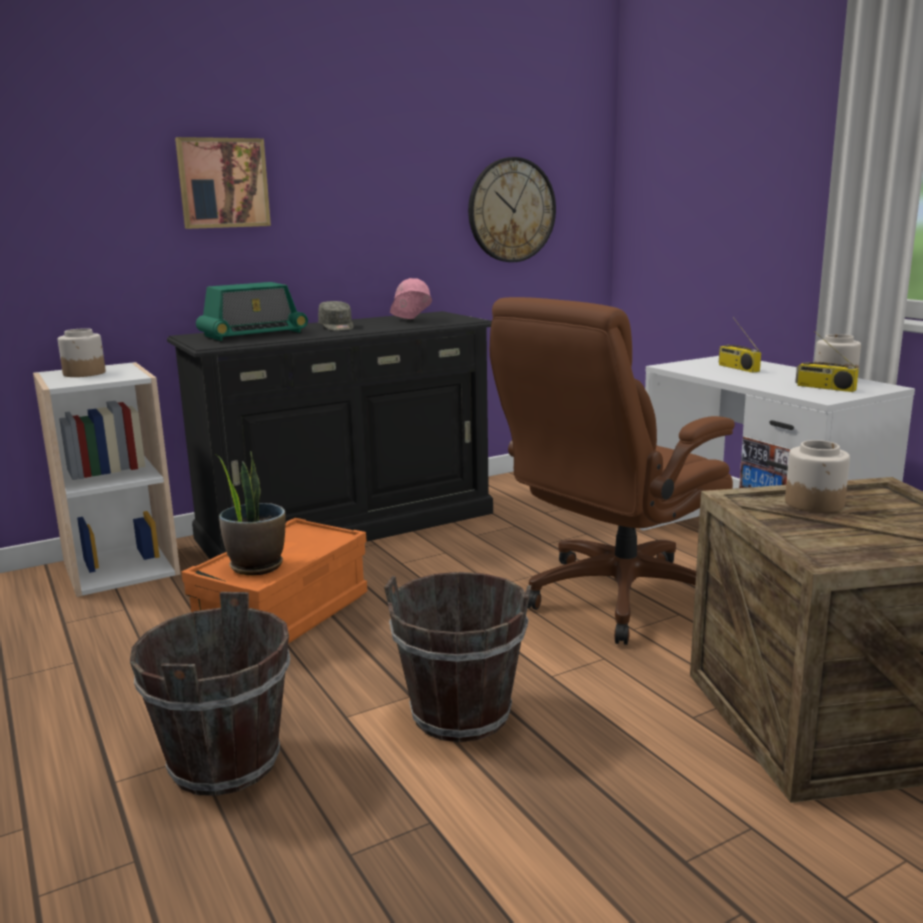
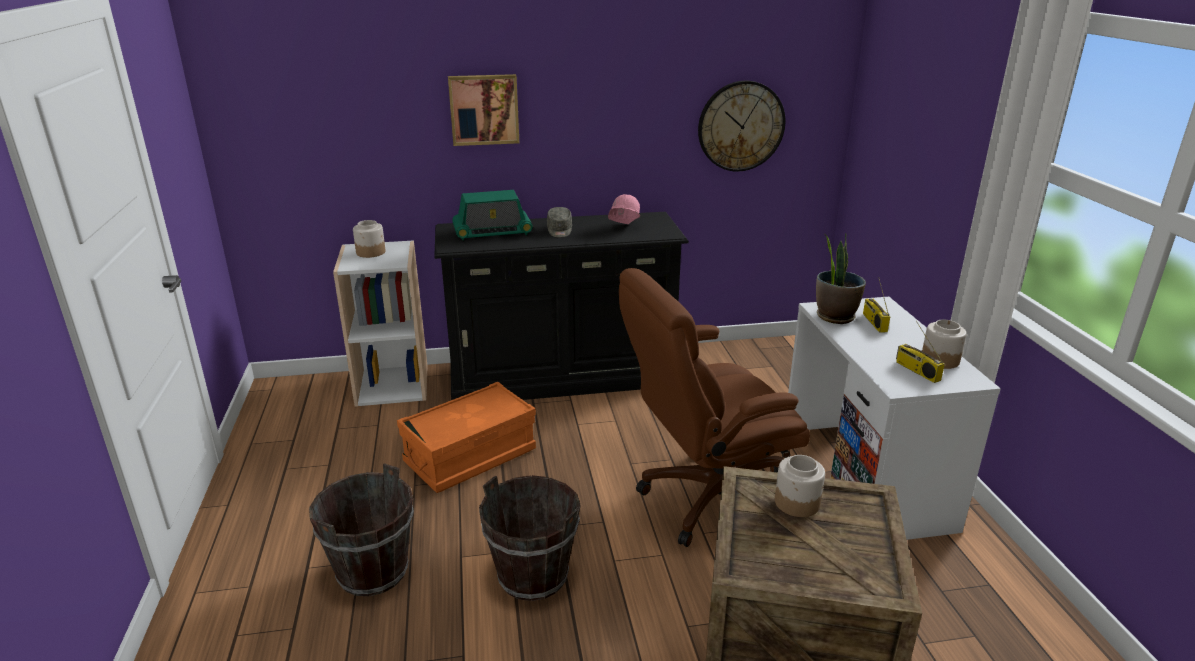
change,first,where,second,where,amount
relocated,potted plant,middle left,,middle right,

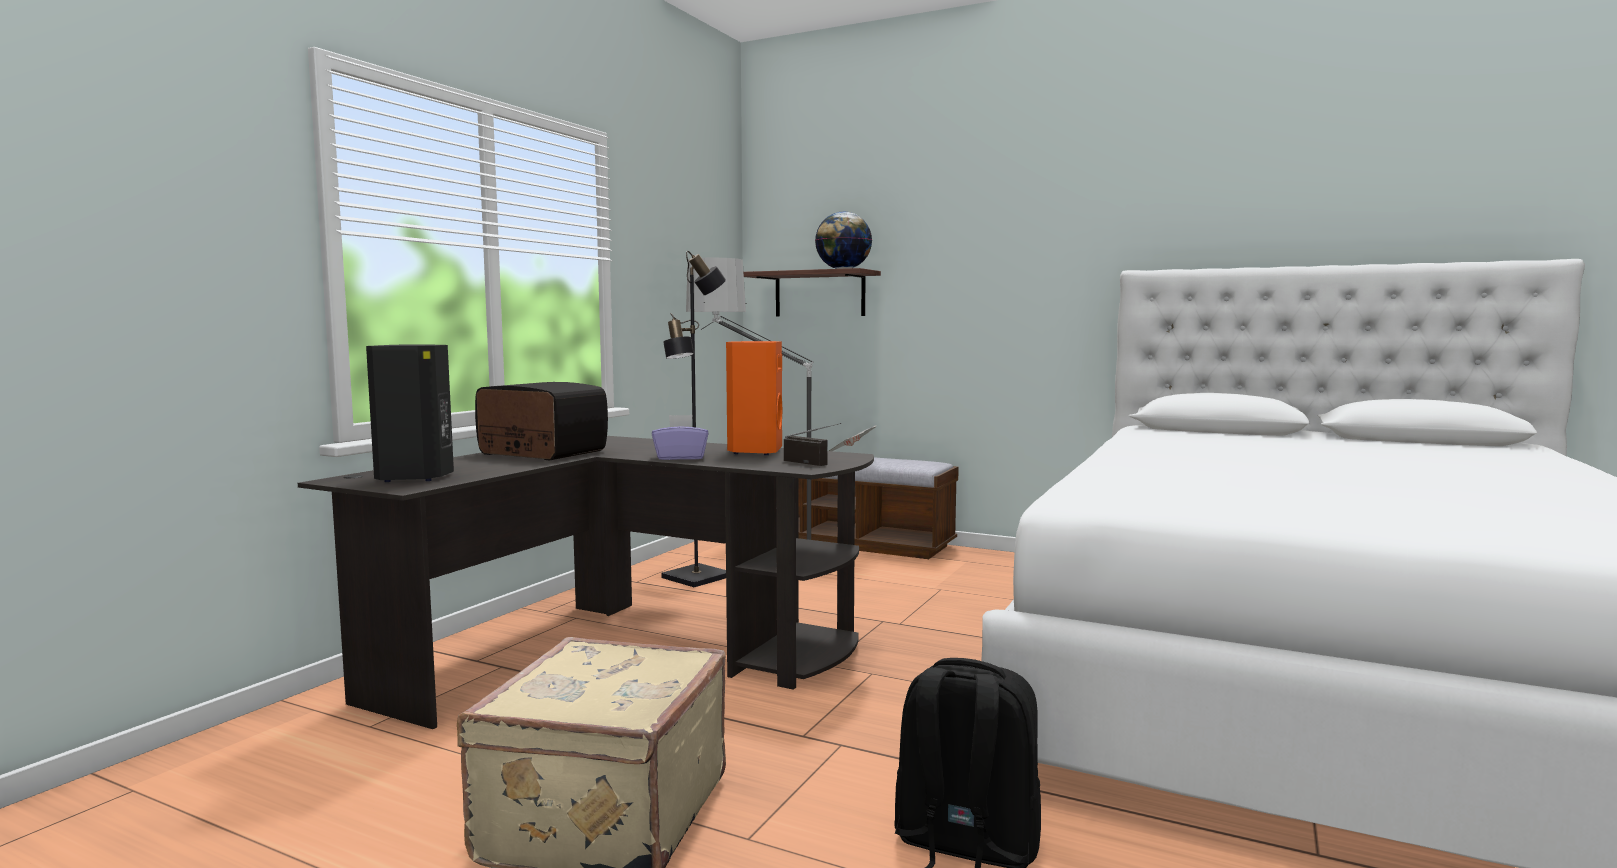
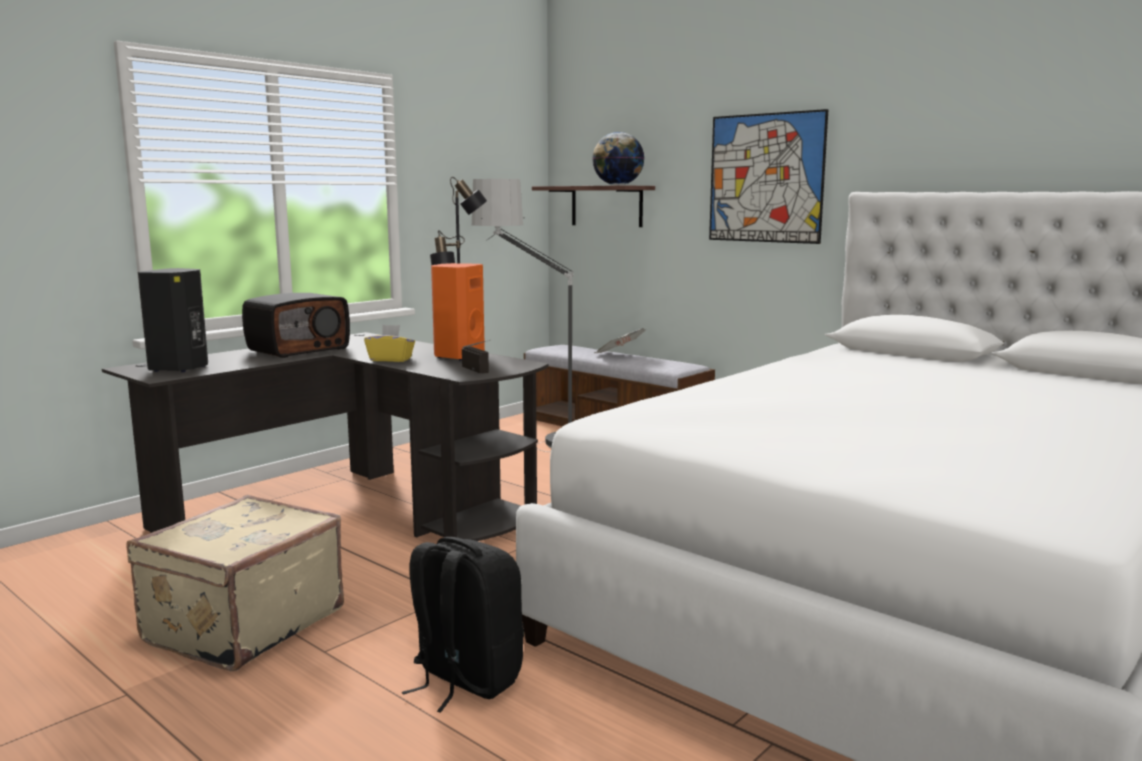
change,first,where,second,where,amount
spun,radio (no. 1 from left),centre,,middle left,90 degrees clockwise
colour,tissue box (purple),centre,tissue box (yellow),centre,
appeared,,,picture,top right,

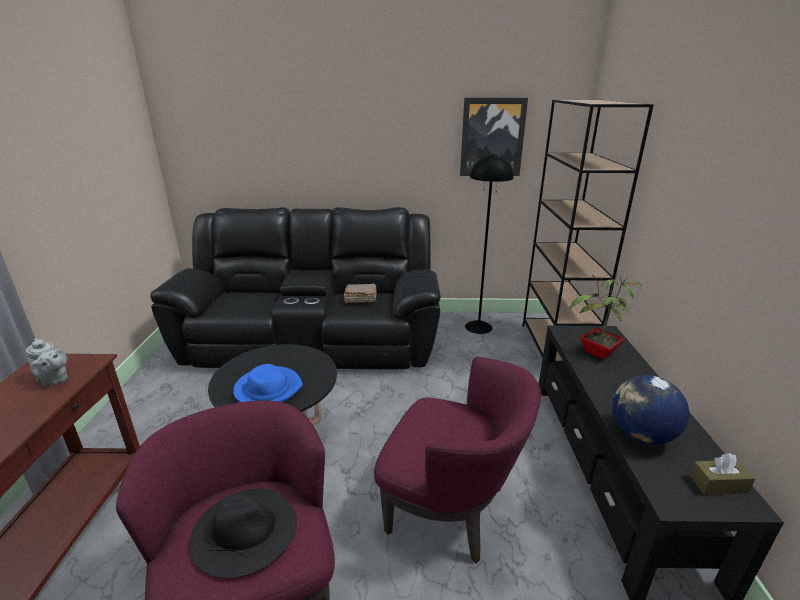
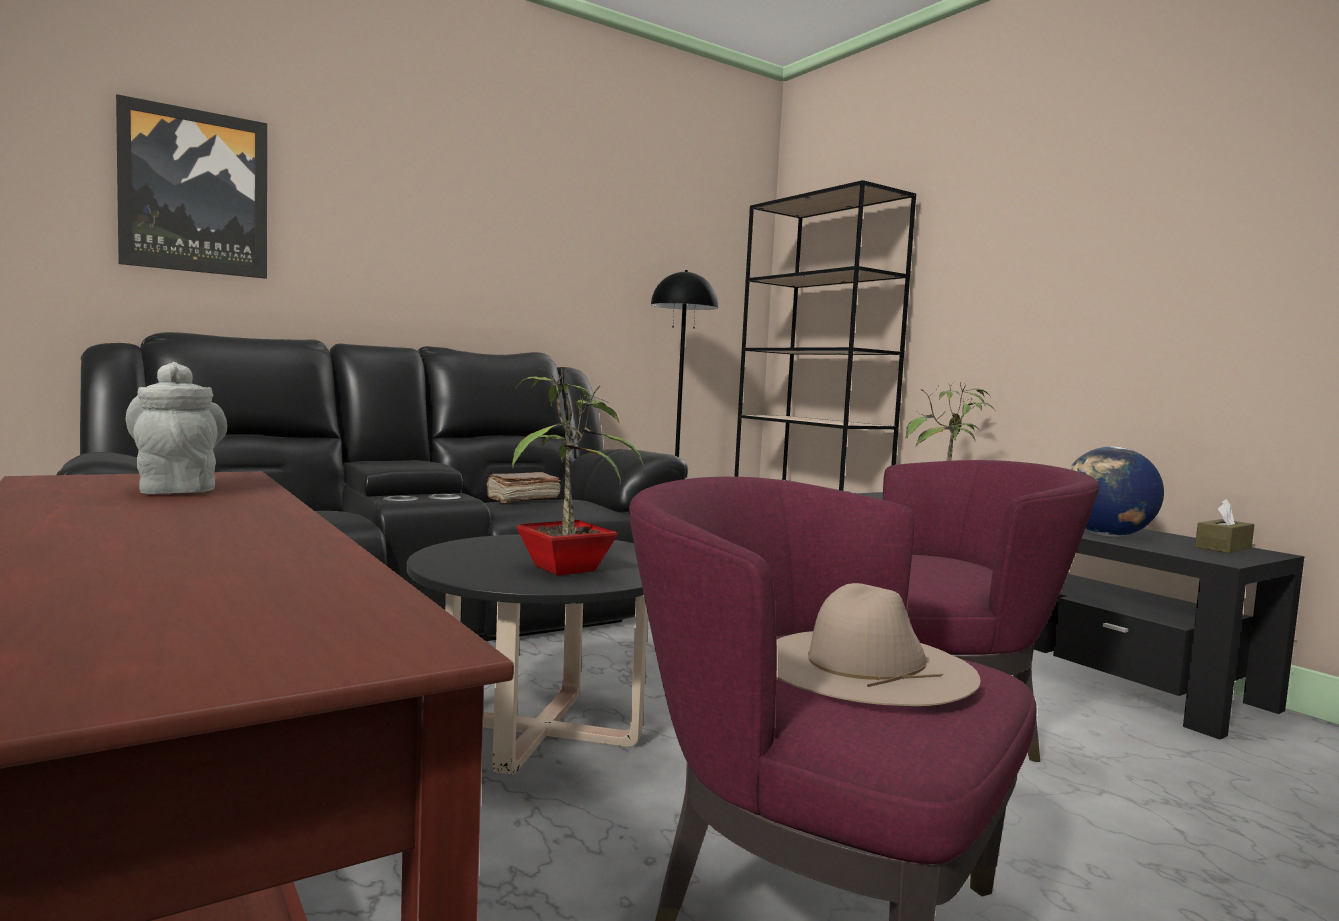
change,first,where,second,where,amount
relocated,picture,top centre,,top left,
spun,teapot (grey),middle left,,middle left,120 degrees counterclockwise
exchanged,hat (blue),centre,potted plant (no. 1 from left),centre,
colour,hat (black),bottom left,hat (beige),bottom centre,

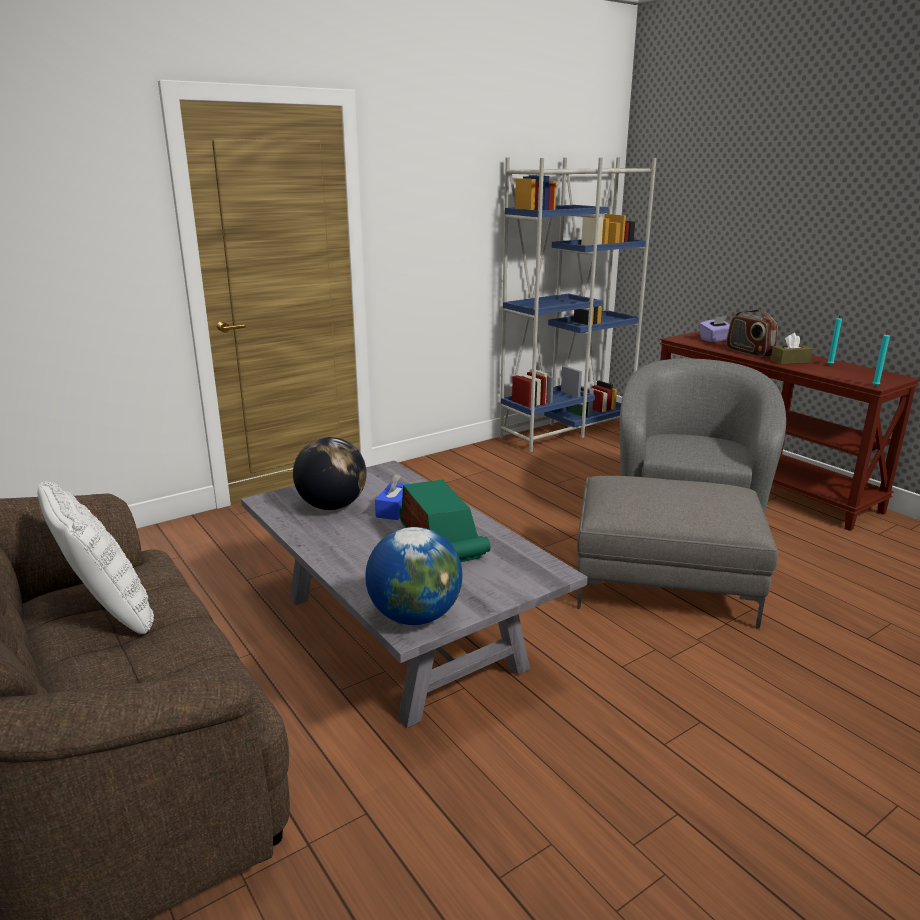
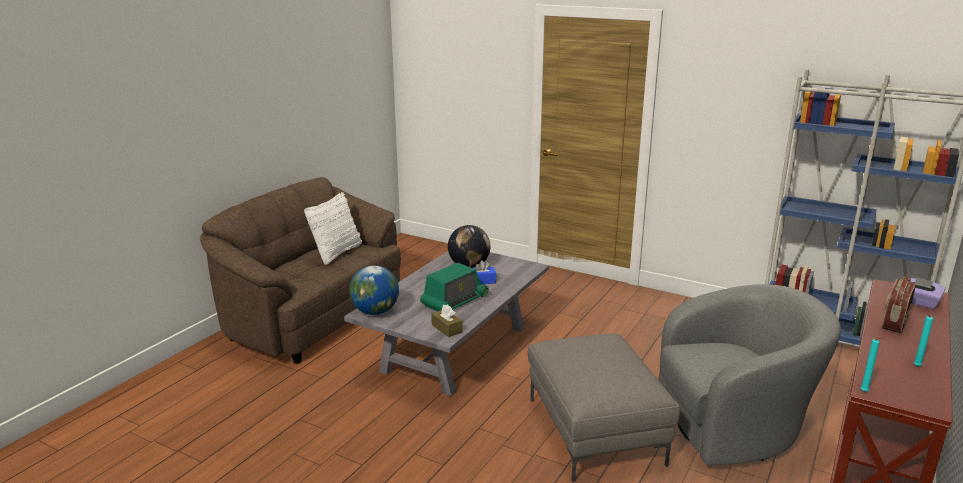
change,first,where,second,where,amount
relocated,tissue box (brown),middle right,,centre,

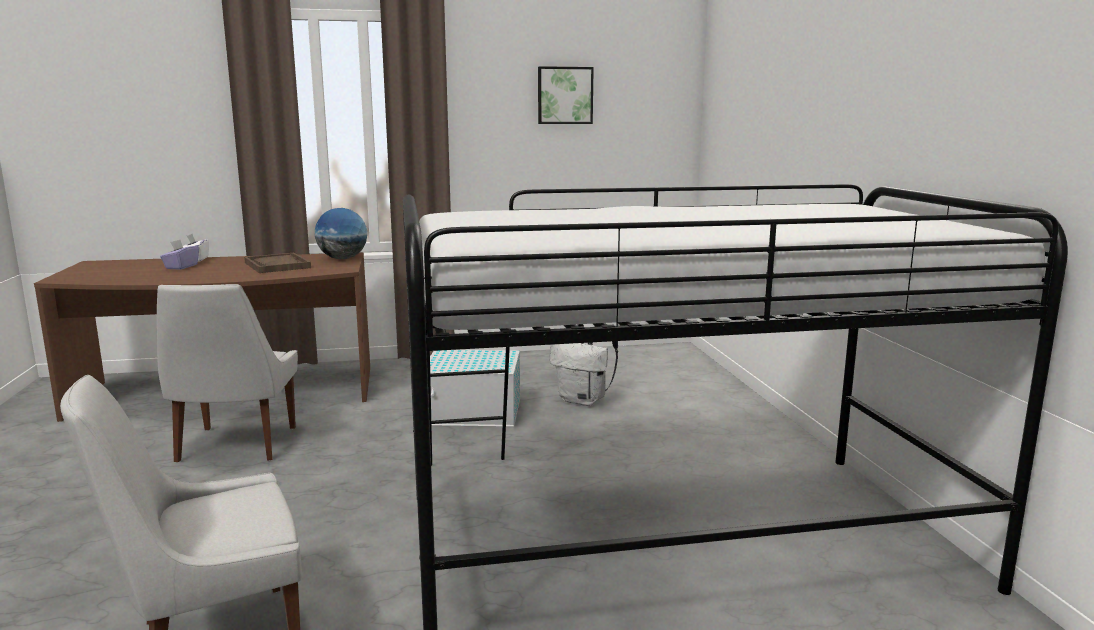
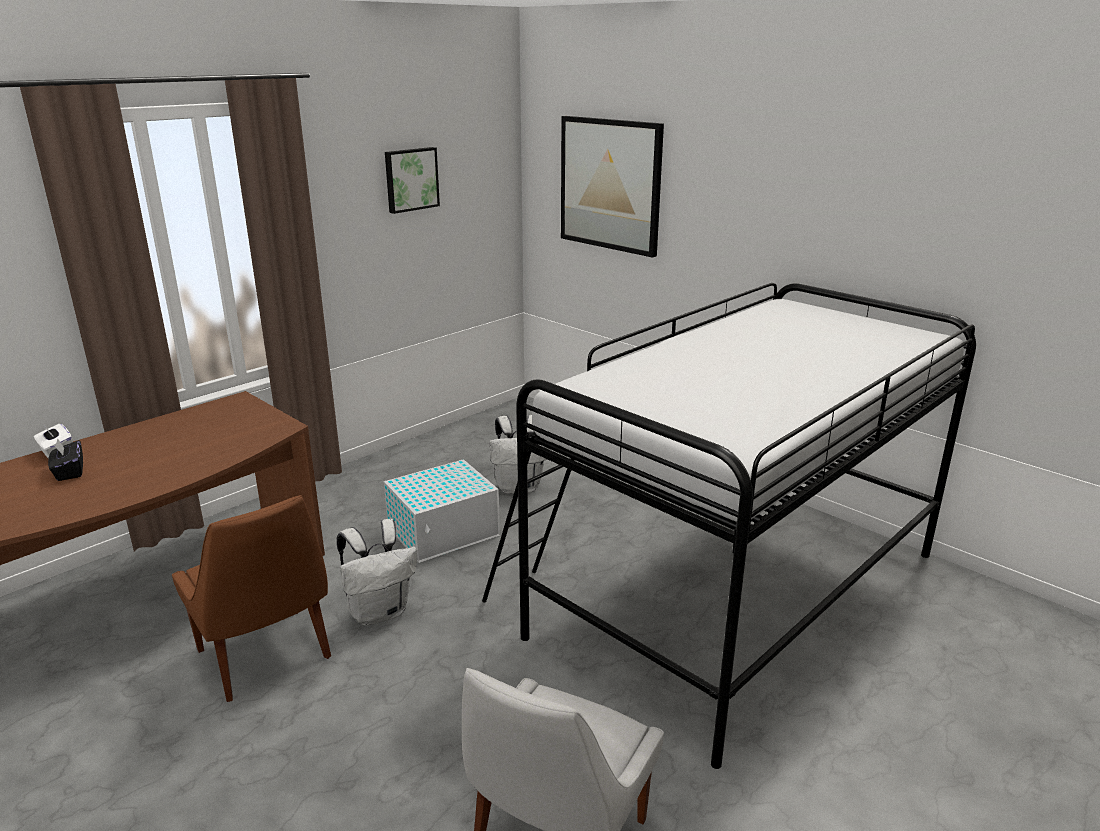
change,first,where,second,where,amount
colour,tissue box (purple),middle left,tissue box (black),middle left,
colour,chair (white) (no. 2 from left),middle left,chair (brown),bottom left,
appeared,,,backpack (white) (no. 1 from left),bottom centre,
appeared,,,picture (no. 2 from left),top centre,
missing,tray (brown),middle left,,,
missing,globe,middle left,,,

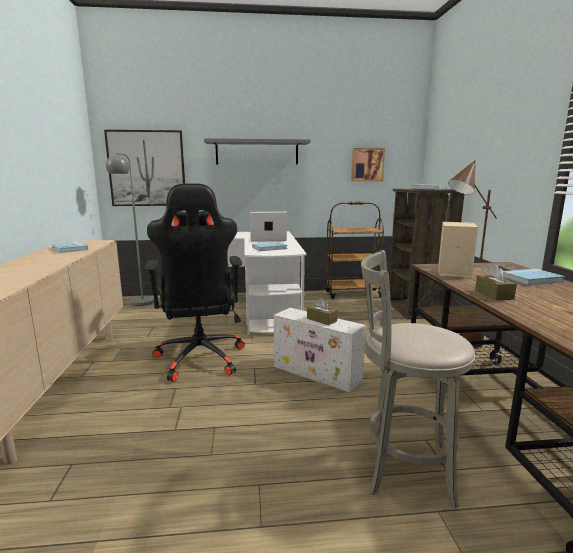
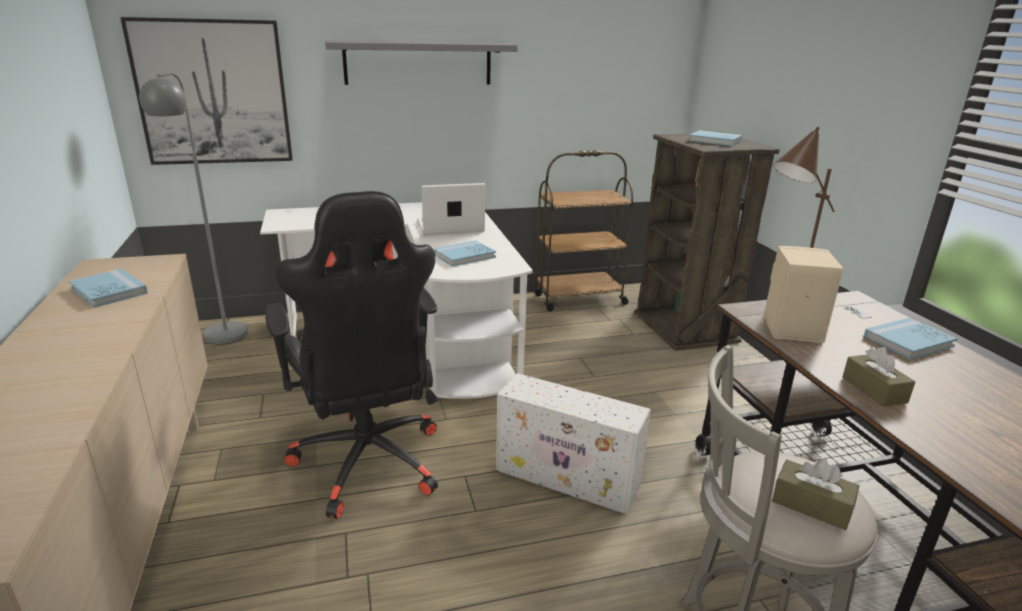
change,first,where,second,where,amount
relocated,tissue box (brown) (no. 1 from left),centre,,bottom right,
missing,picture (no. 2 from left),top centre,,,

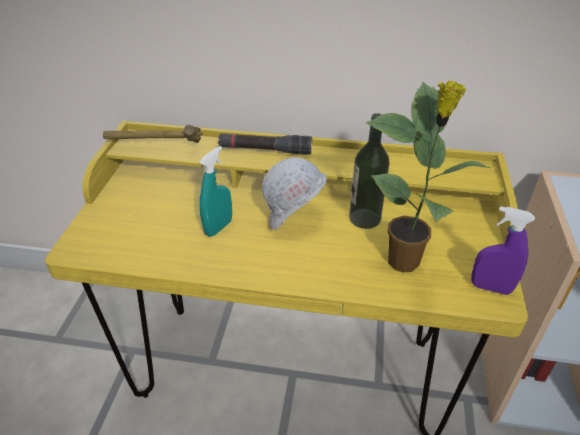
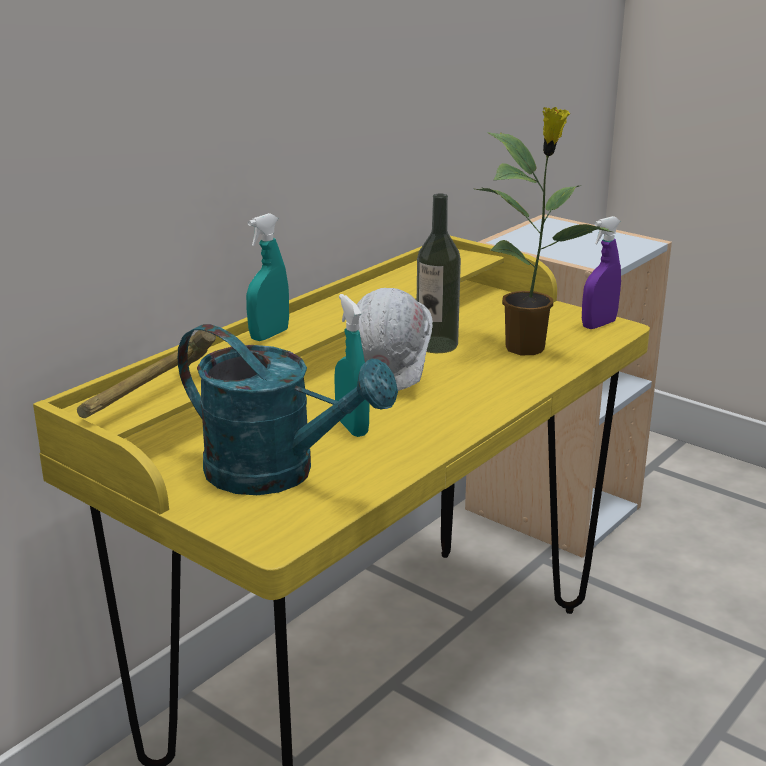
change,first,where,second,where,amount
appeared,,,watering can (turquoise),centre,
exchanged,flashlight (black),top centre,spray bottle (turquoise) (no. 1 from left),centre,

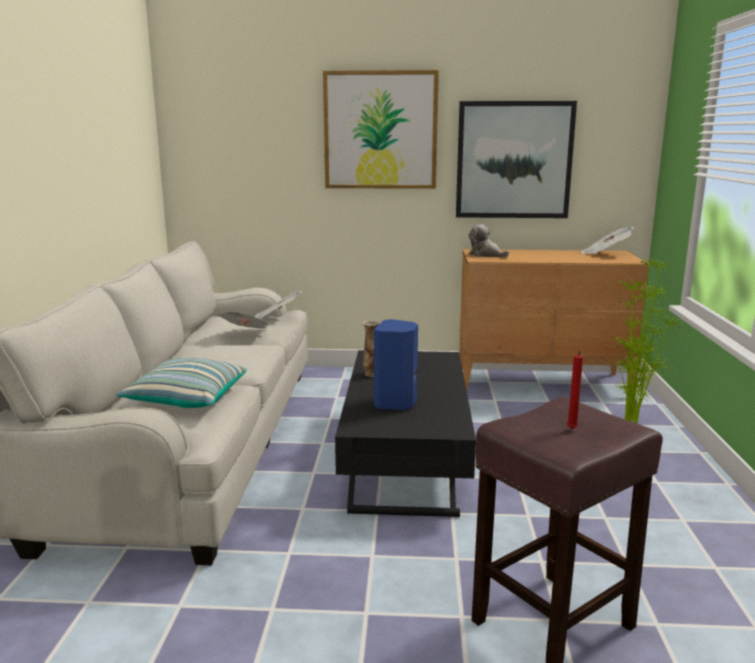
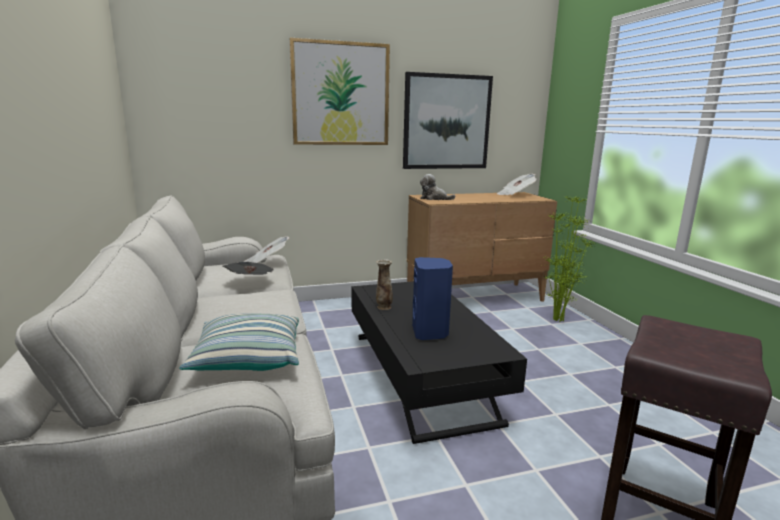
change,first,where,second,where,amount
missing,candle (red),middle right,,,

